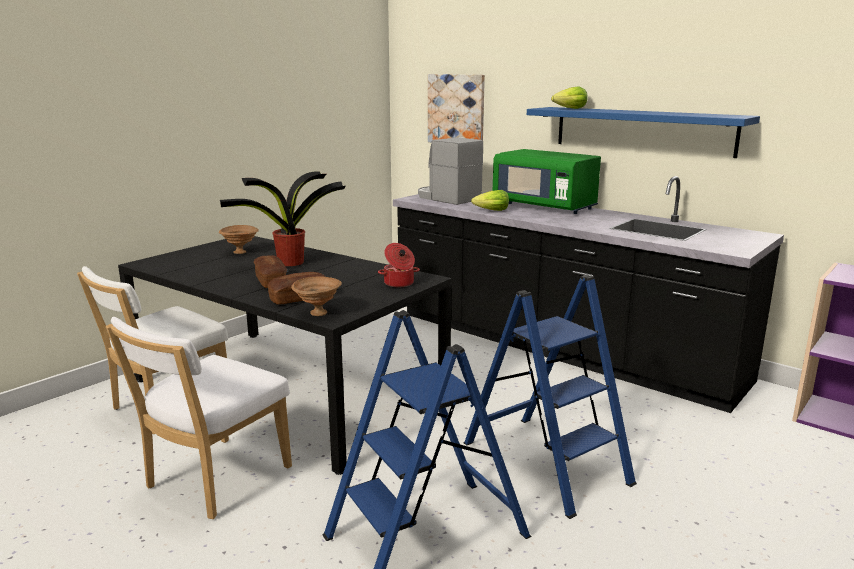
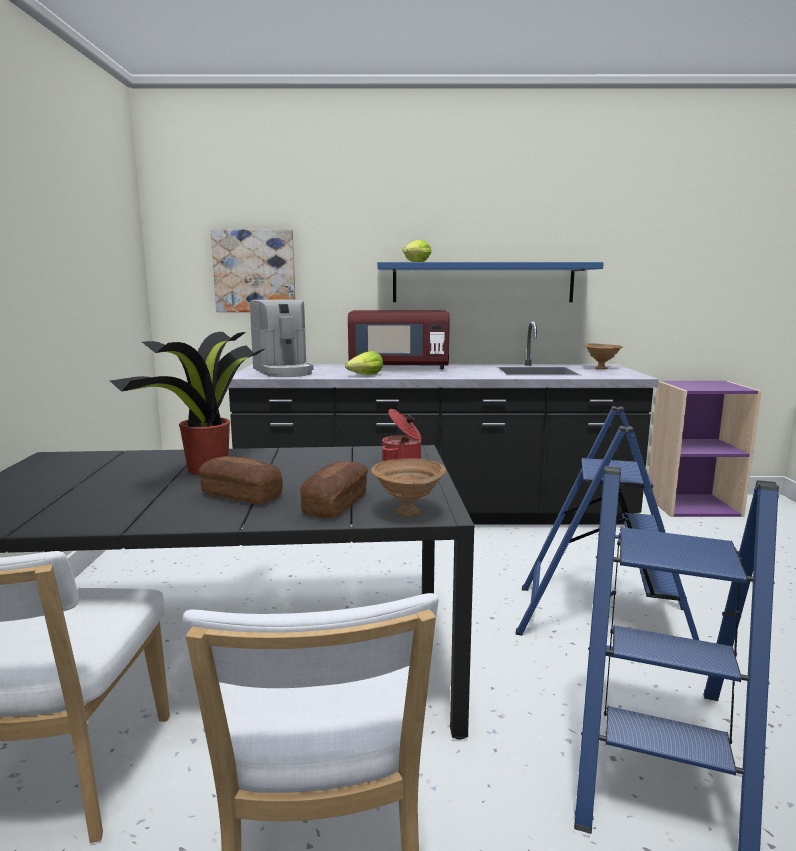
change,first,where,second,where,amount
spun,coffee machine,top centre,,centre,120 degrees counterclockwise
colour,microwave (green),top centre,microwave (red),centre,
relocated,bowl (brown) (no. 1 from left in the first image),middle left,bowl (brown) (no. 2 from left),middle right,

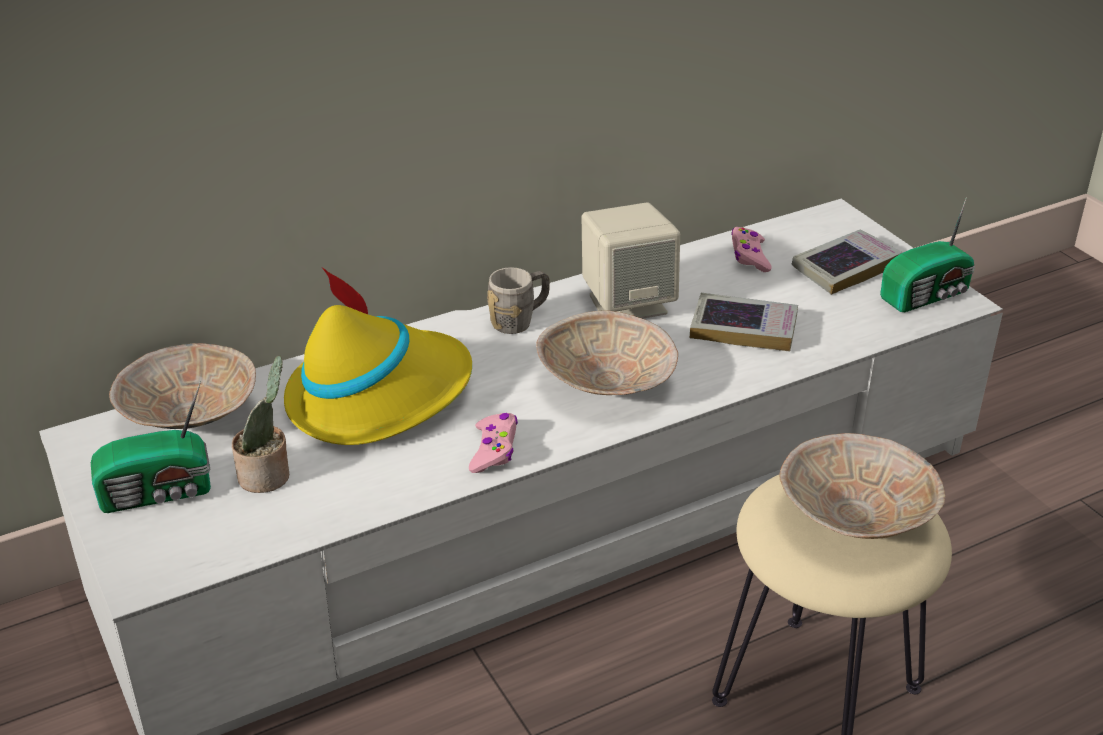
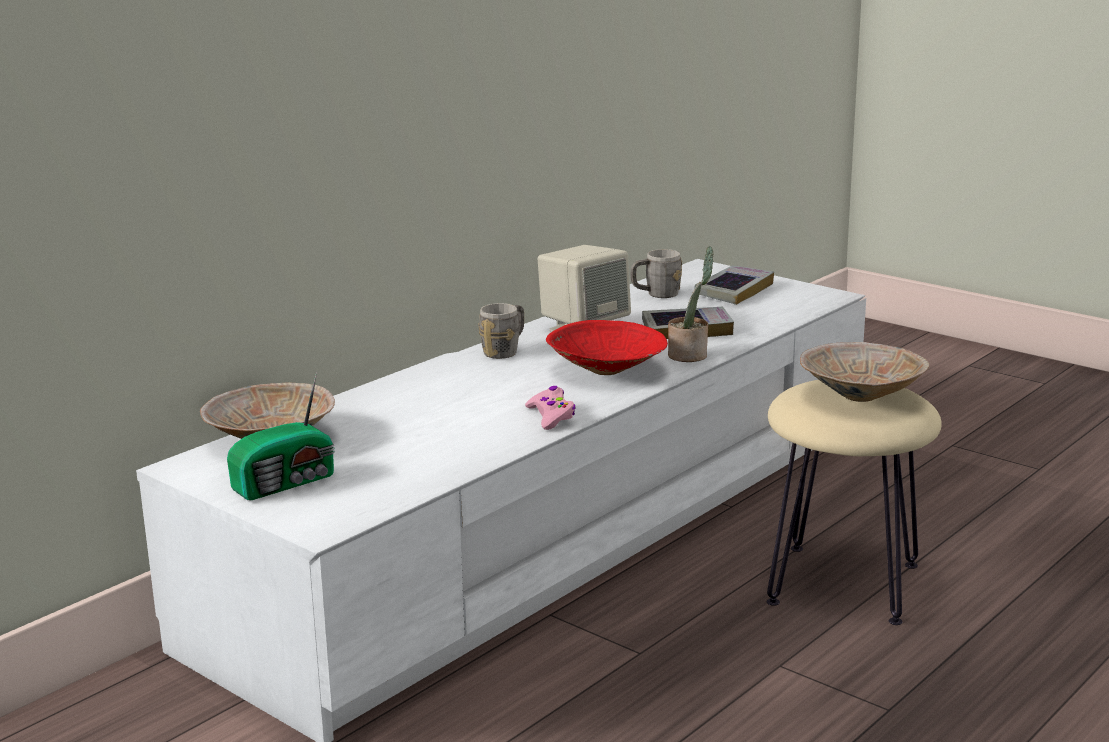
change,first,where,second,where,amount
colour,bowl (beige) (no. 2 from left),centre,bowl (red),centre,
exchanged,game controller (pink) (no. 2 from left),middle right,mug (grey) (no. 2 from left),centre,
relocated,potted plant,middle left,,centre,
missing,hat (yellow),centre,,,
missing,radio (no. 2 from left),middle right,,,

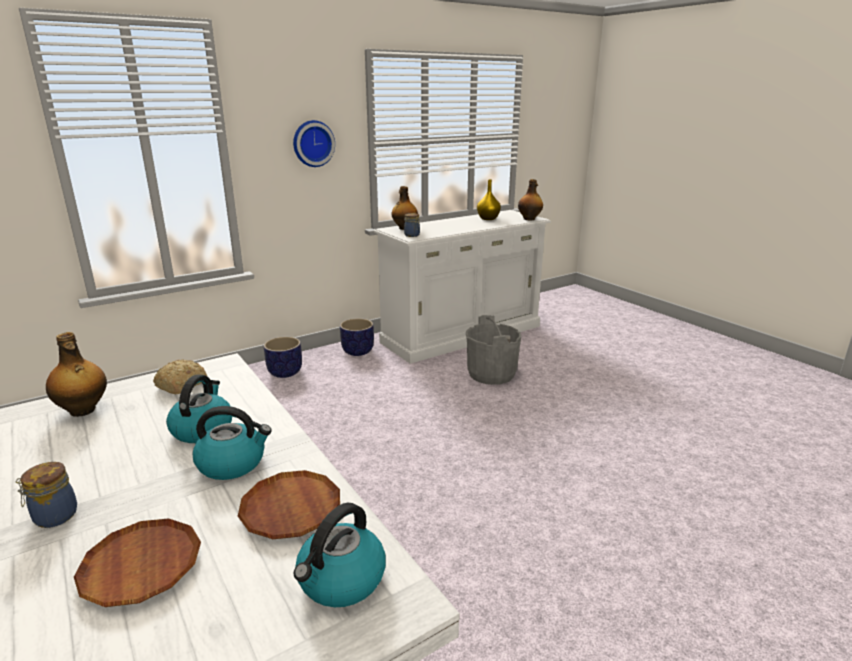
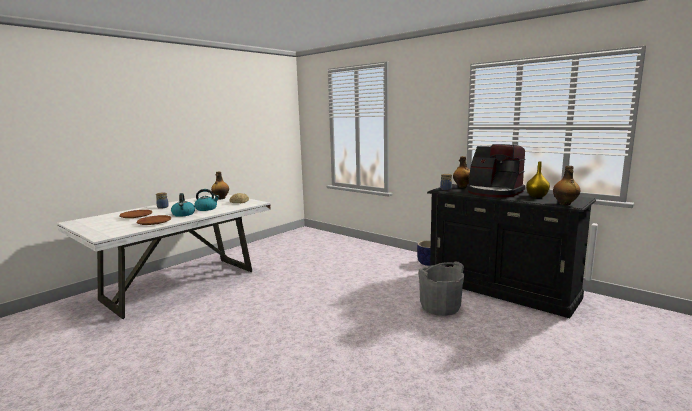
change,first,where,second,where,amount
colour,cabinet (white),centre,cabinet (black),middle right,
appeared,,,coffee machine,middle right,
missing,planter (no. 1 from left),middle left,,,
missing,wall clock,top centre,,,
missing,kettle (no. 3 from left),bottom centre,,,

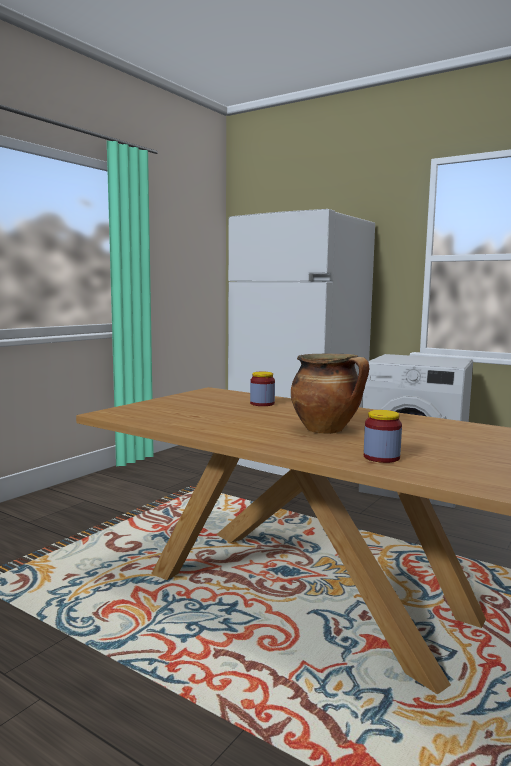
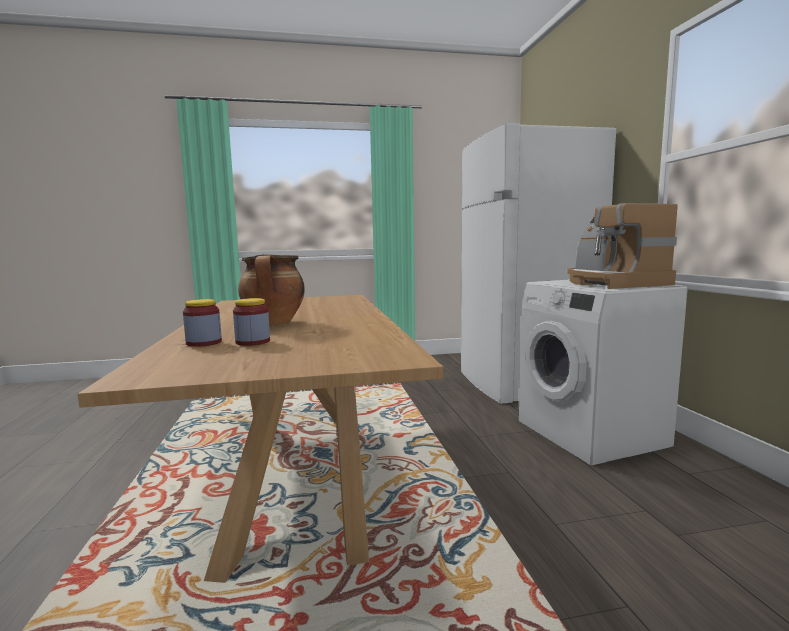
change,first,where,second,where,amount
relocated,jar (no. 1 from left in the first image),centre,jar (no. 2 from left),middle left,
appeared,,,coffee machine,middle right,

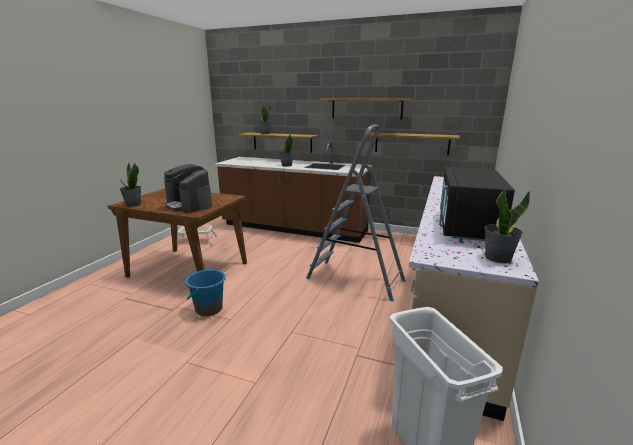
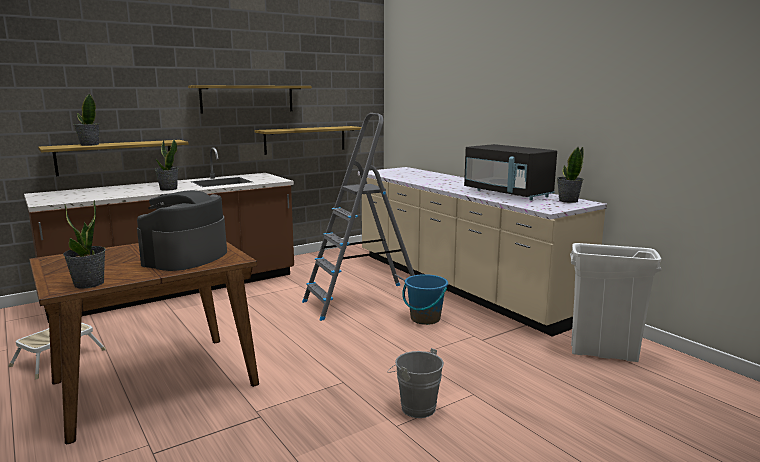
change,first,where,second,where,amount
spun,coffee machine,middle left,,middle left,120 degrees clockwise
appeared,,,bucket (grey),bottom centre,
relocated,bucket (blue),middle left,,centre,

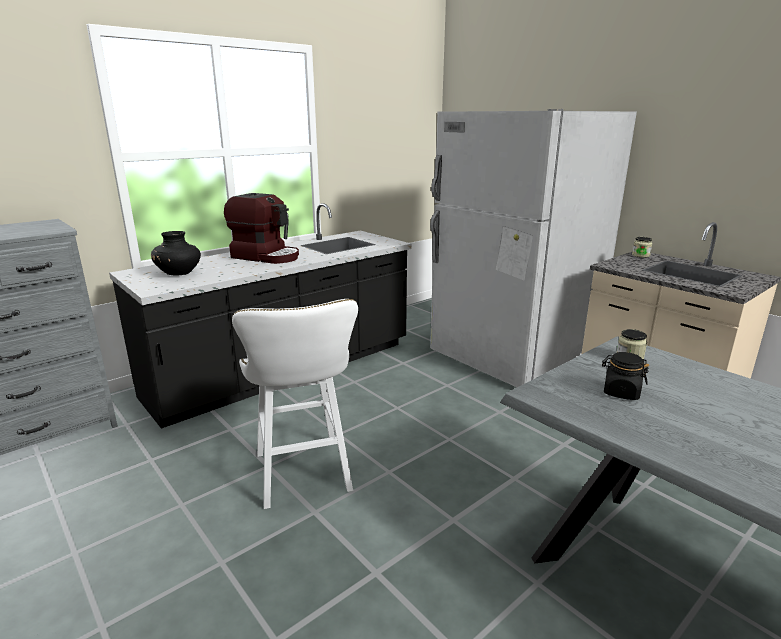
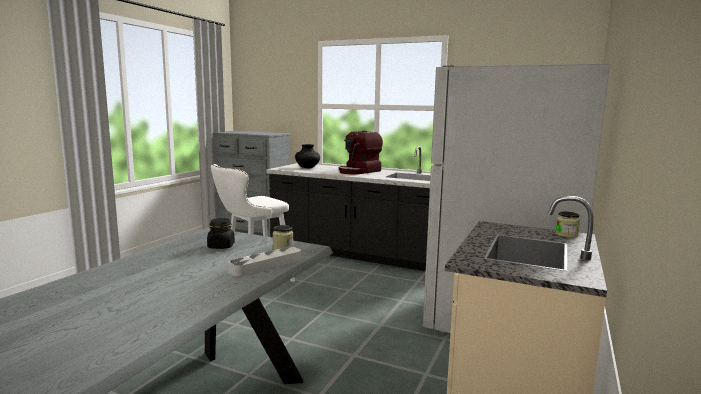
change,first,where,second,where,amount
appeared,,,tray (grey),centre,
spun,coffee machine,centre,,centre,45 degrees clockwise

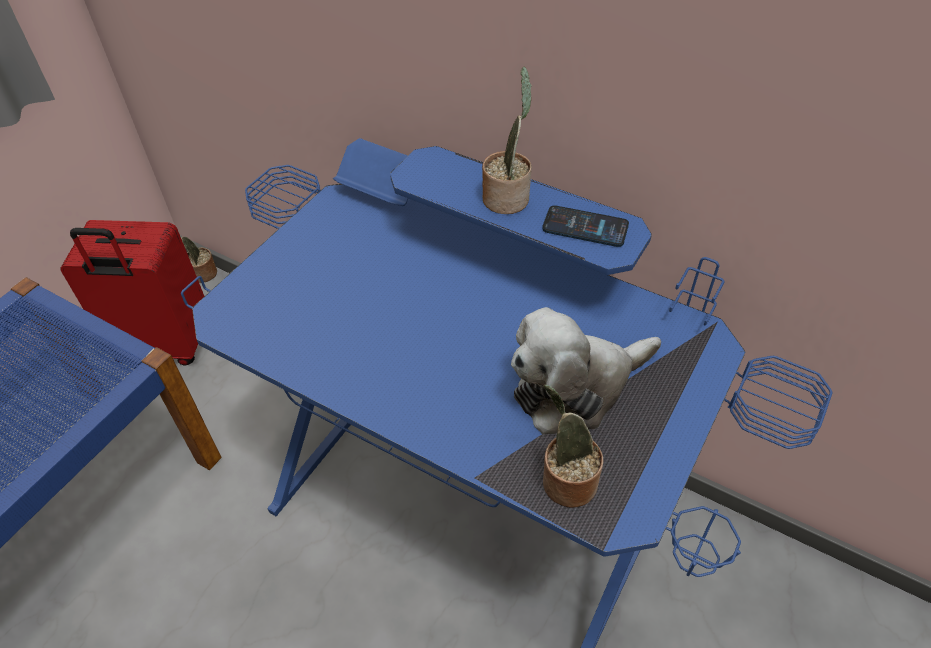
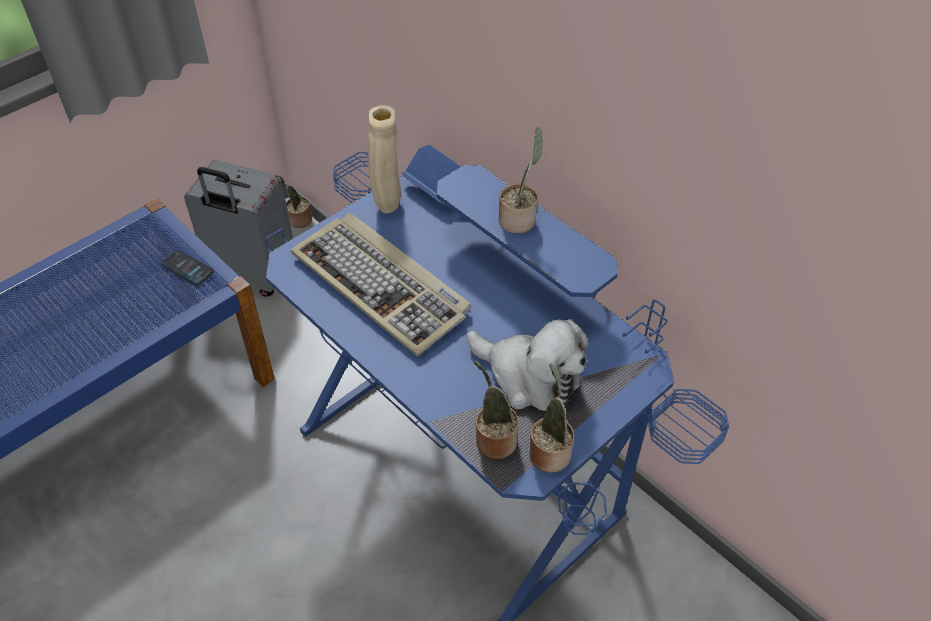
change,first,where,second,where,amount
relocated,phone,centre,,middle left,
colour,suitcase (red),middle left,suitcase (grey),middle left,
appeared,,,keyboard,centre,
appeared,,,vase (beige),top centre,
spun,plush toy,centre,,centre,135 degrees counterclockwise
appeared,,,potted plant (no. 4 from left),bottom centre,

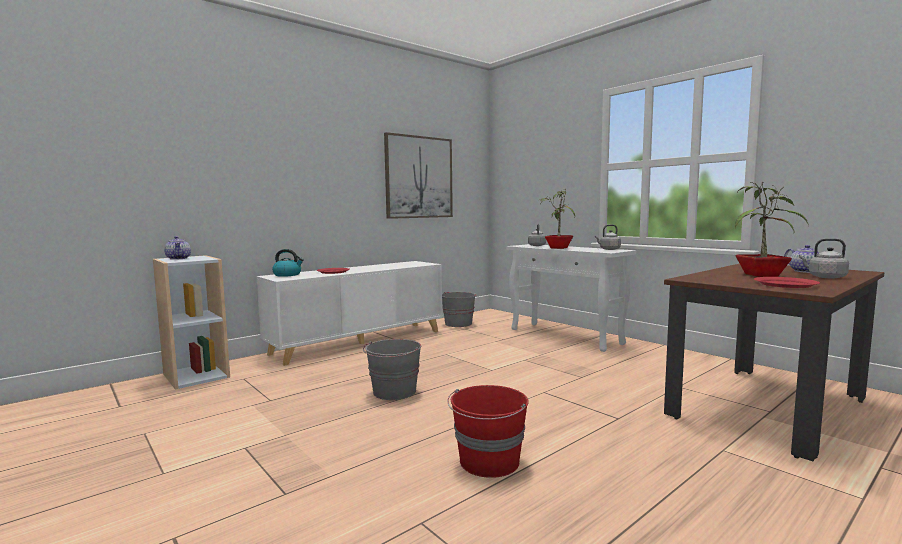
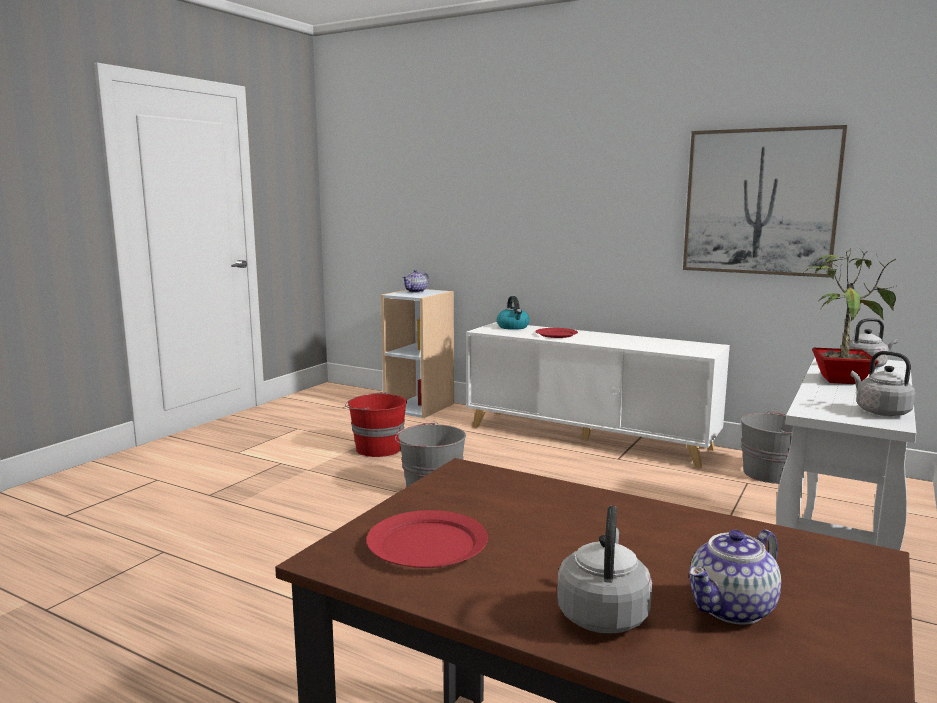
change,first,where,second,where,amount
relocated,bucket (red),bottom centre,,centre,
missing,potted plant (no. 2 from left),middle right,,,

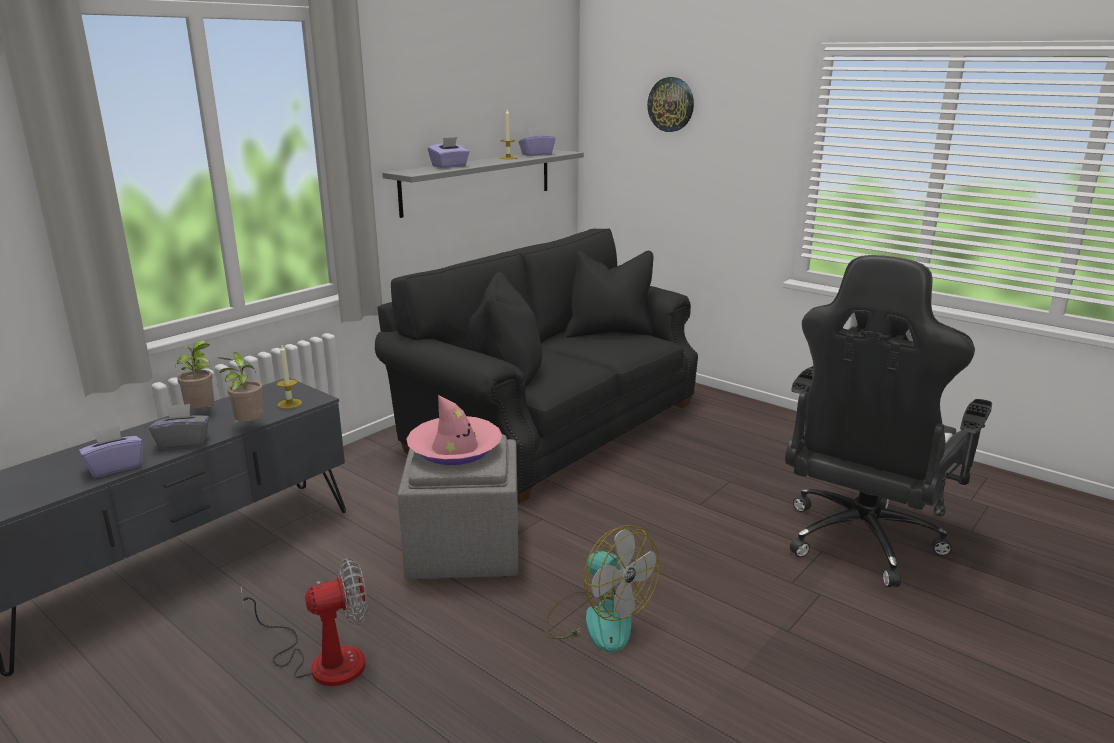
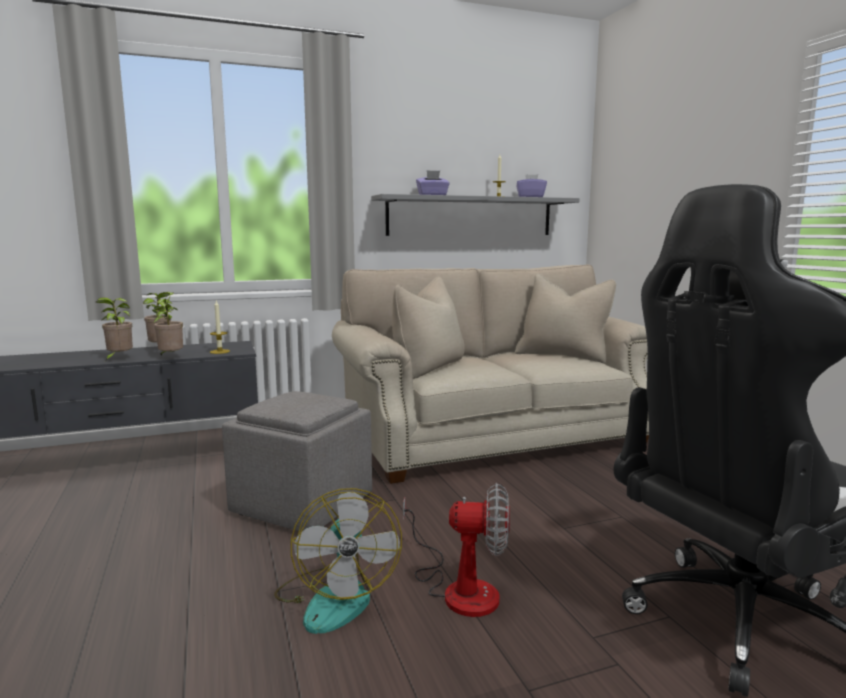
change,first,where,second,where,amount
exchanged,tissue box (grey),middle left,potted plant (no. 1 from left),middle left,
colour,sofa (black),centre,sofa (beige),centre,
relocated,fan (no. 1 from left in the first image),bottom left,fan (no. 2 from left),bottom centre,
missing,tissue box (purple) (no. 1 from left),middle left,,,
missing,hat (pink),centre,,,
missing,wall clock,top centre,,,

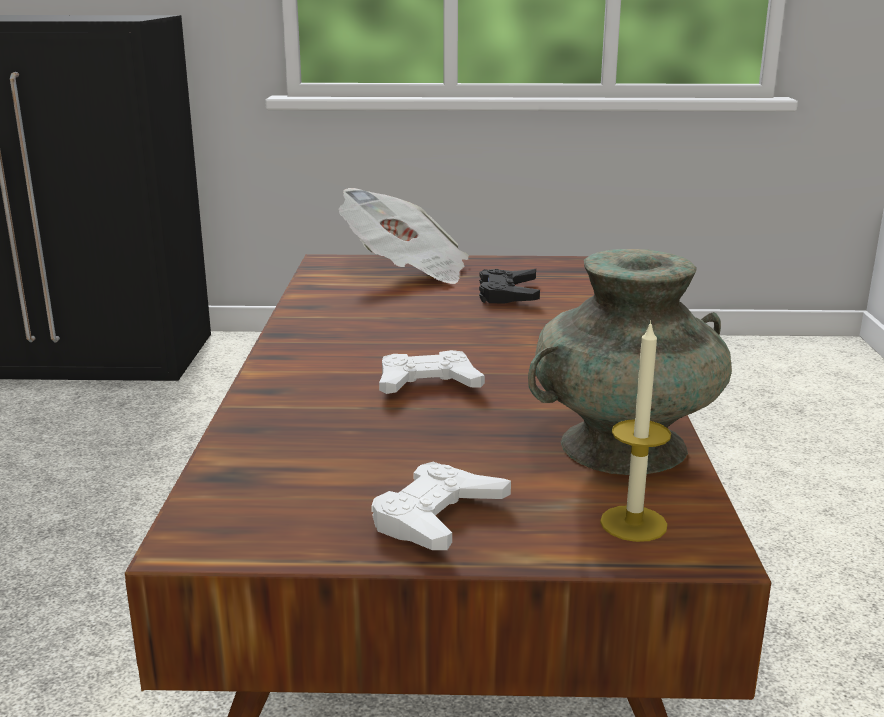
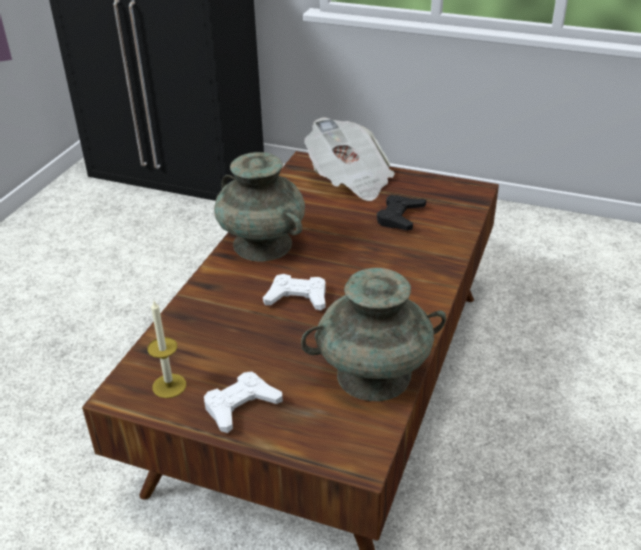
change,first,where,second,where,amount
relocated,candle,middle right,,middle left,
appeared,,,vase (turquoise) (no. 1 from left),centre,

